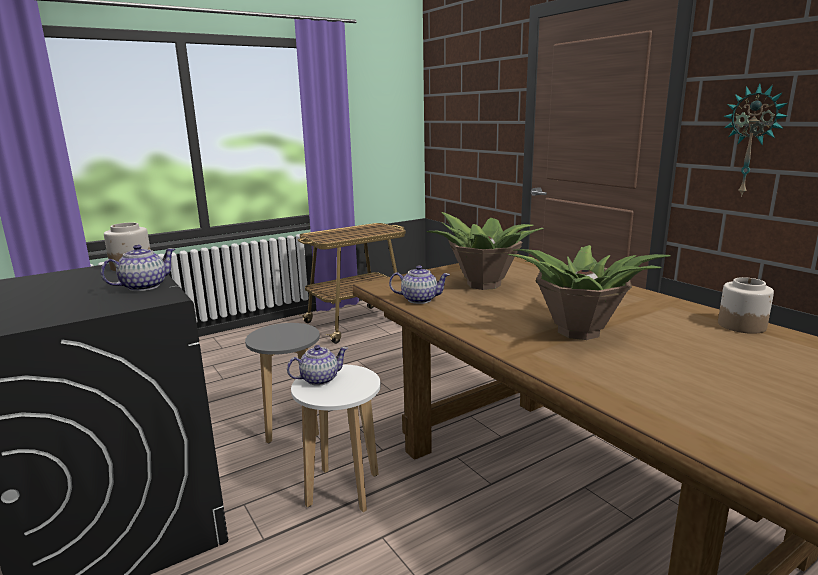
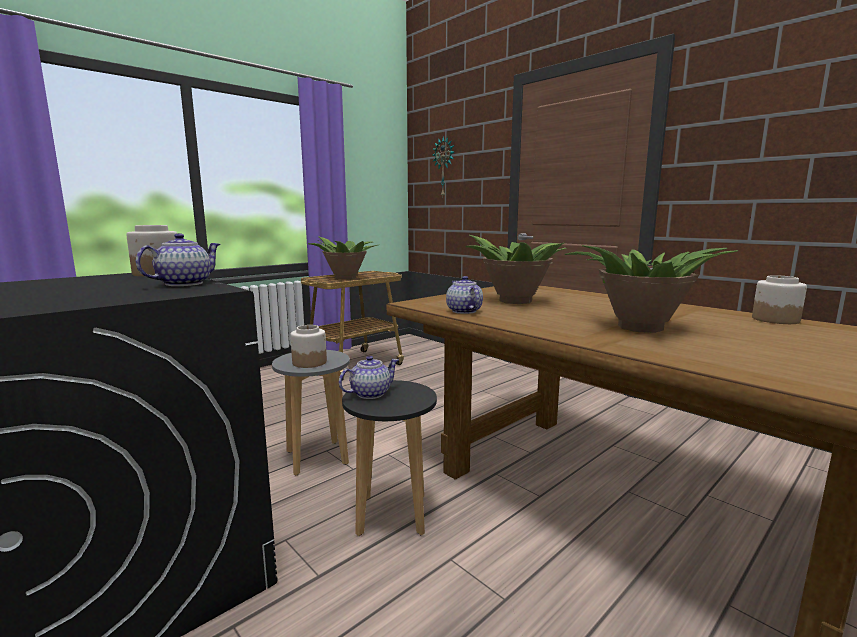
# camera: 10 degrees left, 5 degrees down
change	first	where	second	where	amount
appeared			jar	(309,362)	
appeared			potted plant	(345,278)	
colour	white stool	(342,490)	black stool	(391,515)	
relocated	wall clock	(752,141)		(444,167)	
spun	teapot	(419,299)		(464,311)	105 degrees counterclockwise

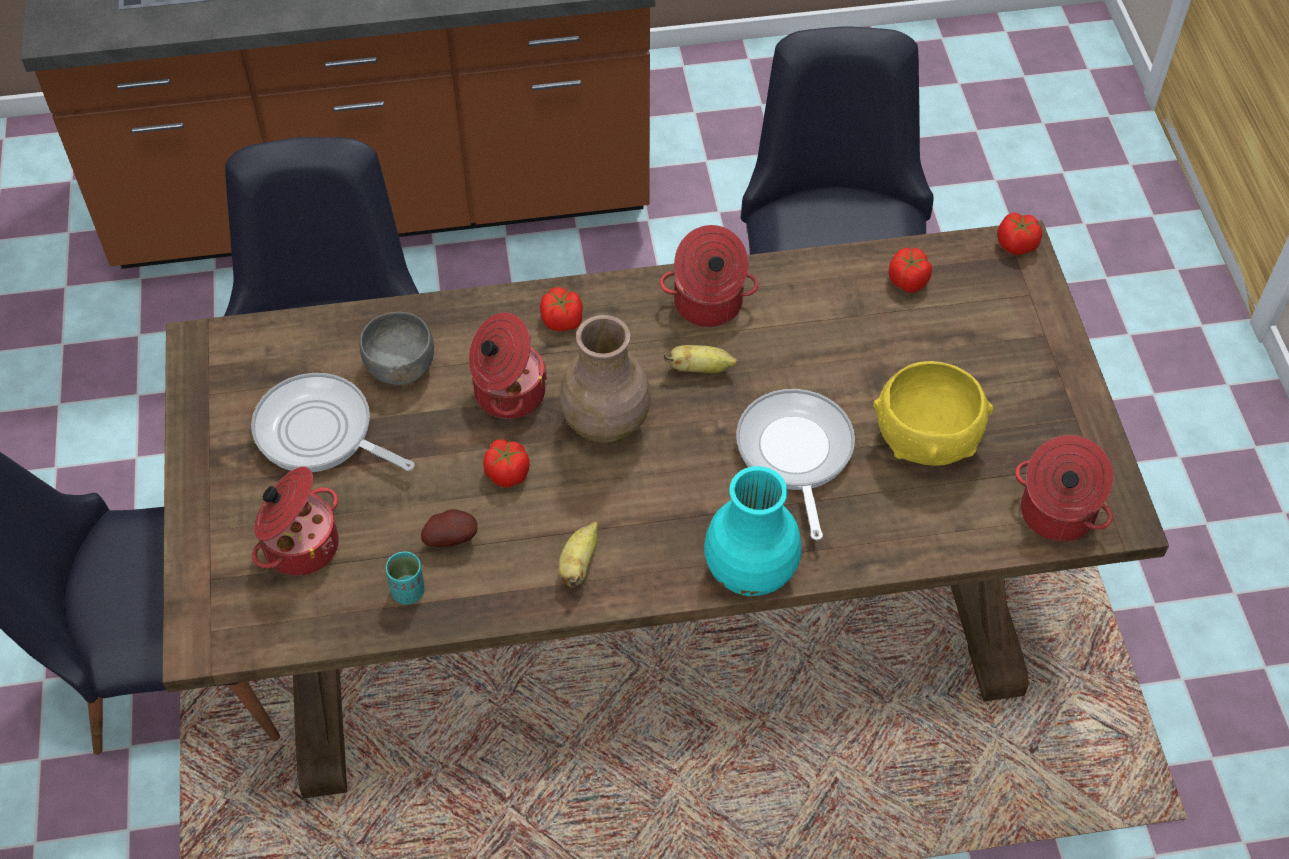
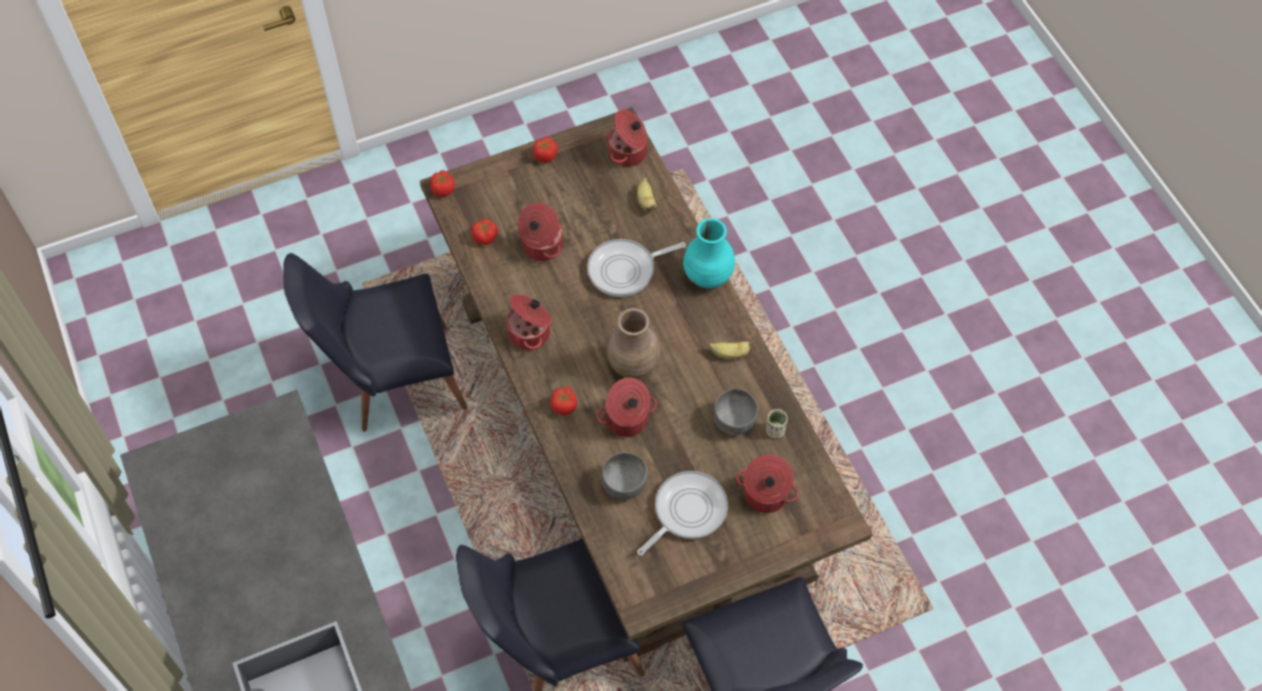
# camera: 105 degrees left, 5 degrees up
change	first	where	second	where	amount
appeared			cooking pot	(541,246)	
relocated	tomato	(507,473)		(545,156)	
relocated	banana	(700,369)		(646,201)	
spun	frying pan	(320,433)		(686,511)	150 degrees counterclockwise
exchanged	potato	(451,537)	grey bowl	(734,420)	
colour	turquoise cup	(408,591)	beige cup	(775,430)	
missing	yellow bowl	(926,439)			

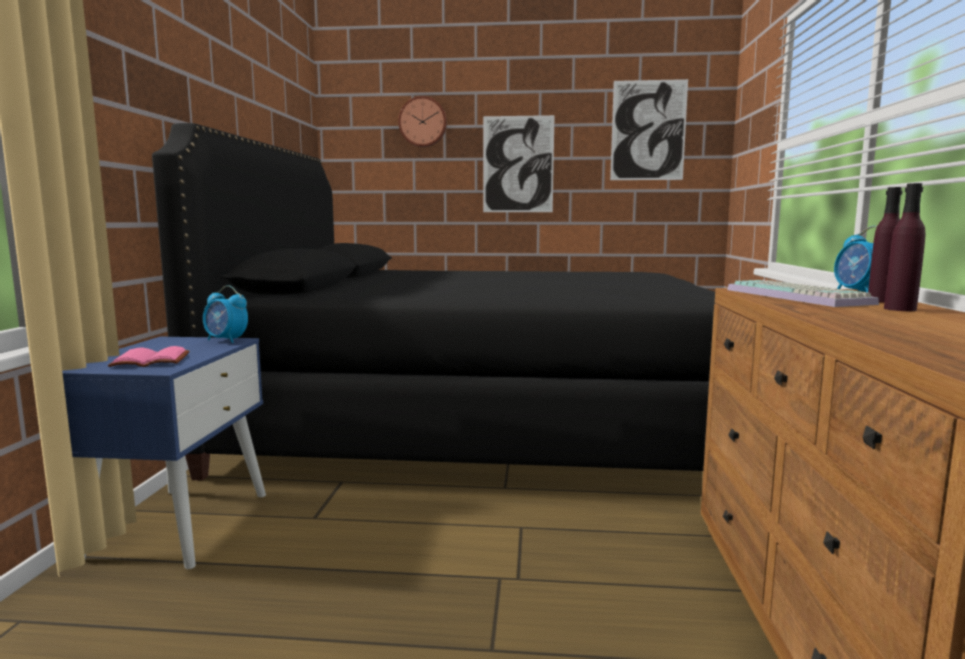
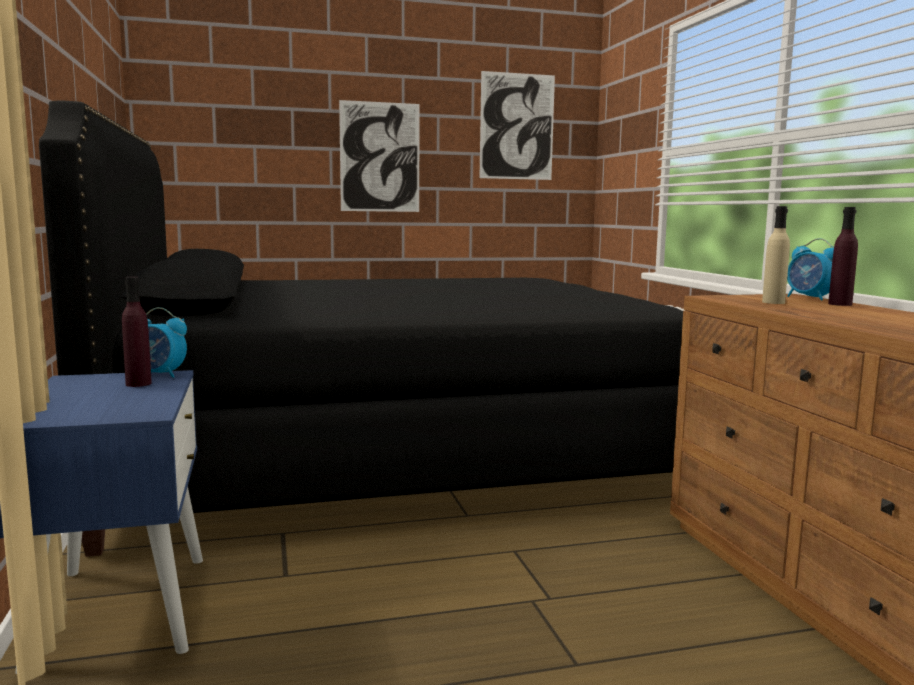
# camera: 20 degrees left, 0 degrees up
change	first	where	second	where	amount
relocated	purple bottle	(900,309)		(138,384)	
exchanged	keyboard	(799,296)	beige bottle	(773,302)	
missing	pink book	(149,361)			
missing	wall clock	(423,122)			

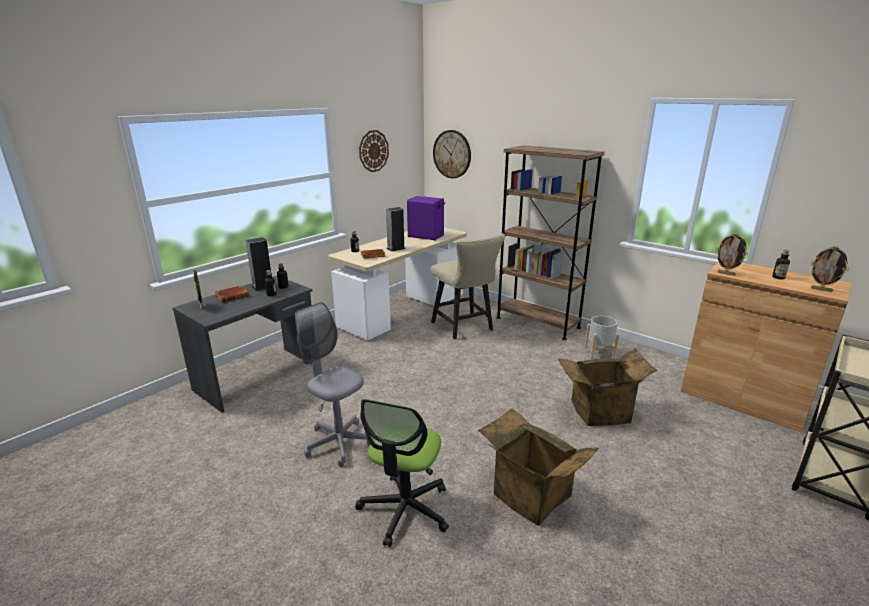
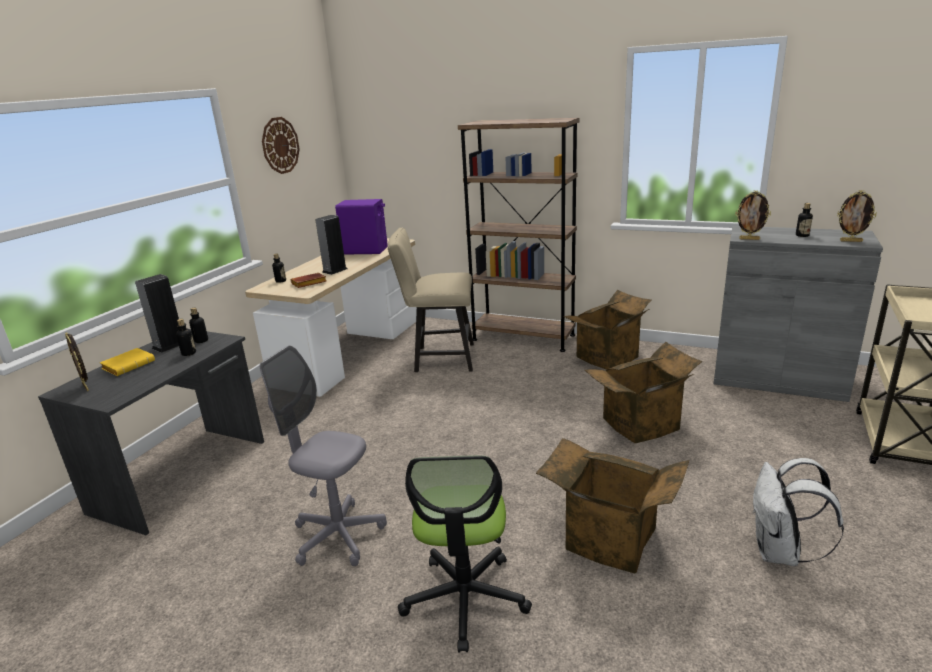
# camera: 15 degrees left, 0 degrees up
change	first	where	second	where	amount
colour	brown book	(232,296)	yellow book	(129,365)	
spun	beige chair	(465,327)		(439,358)	135 degrees clockwise
exchanged	grey planter	(599,352)	cardboard box	(608,358)	
colour	brown cabinet	(742,399)	grey cabinet	(778,379)	
appeared			white backpack	(780,553)	
missing	wall clock	(452,154)			

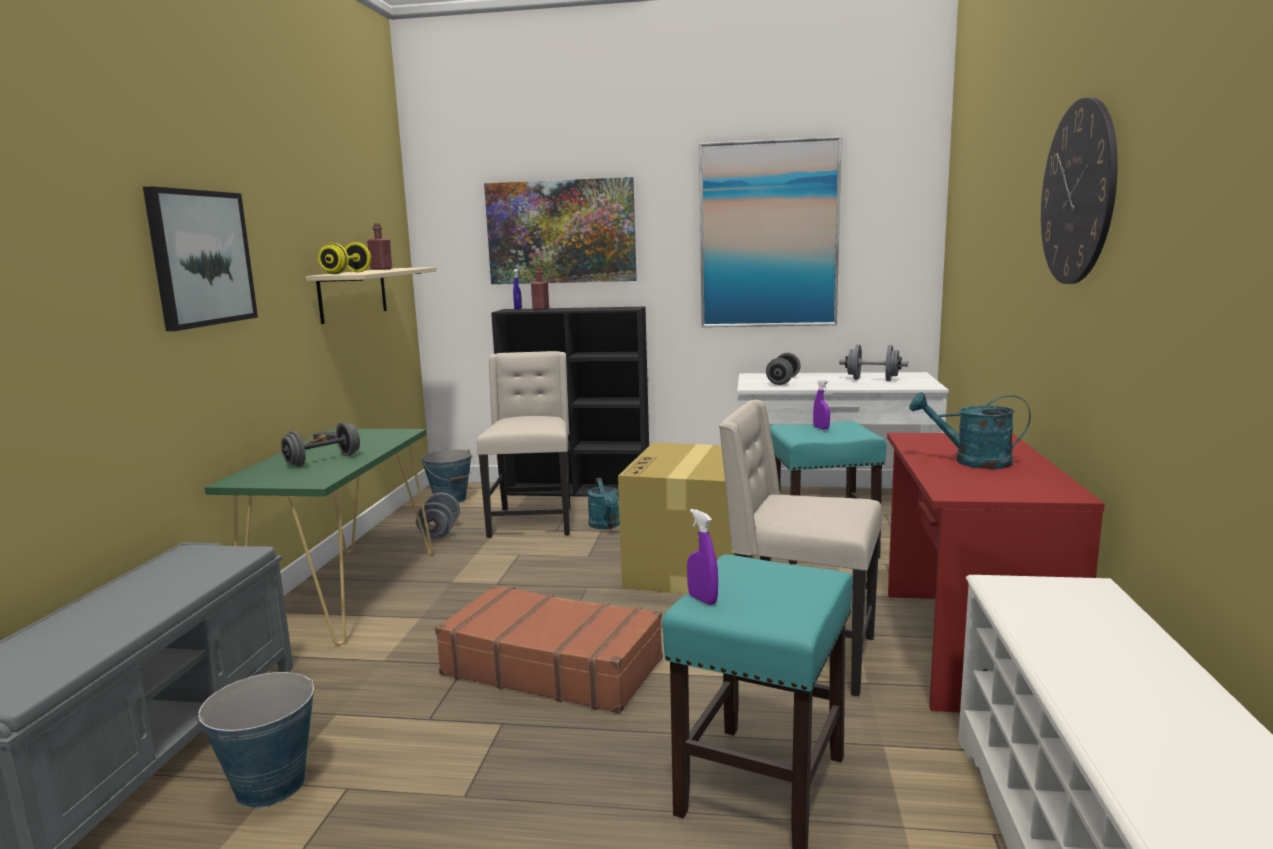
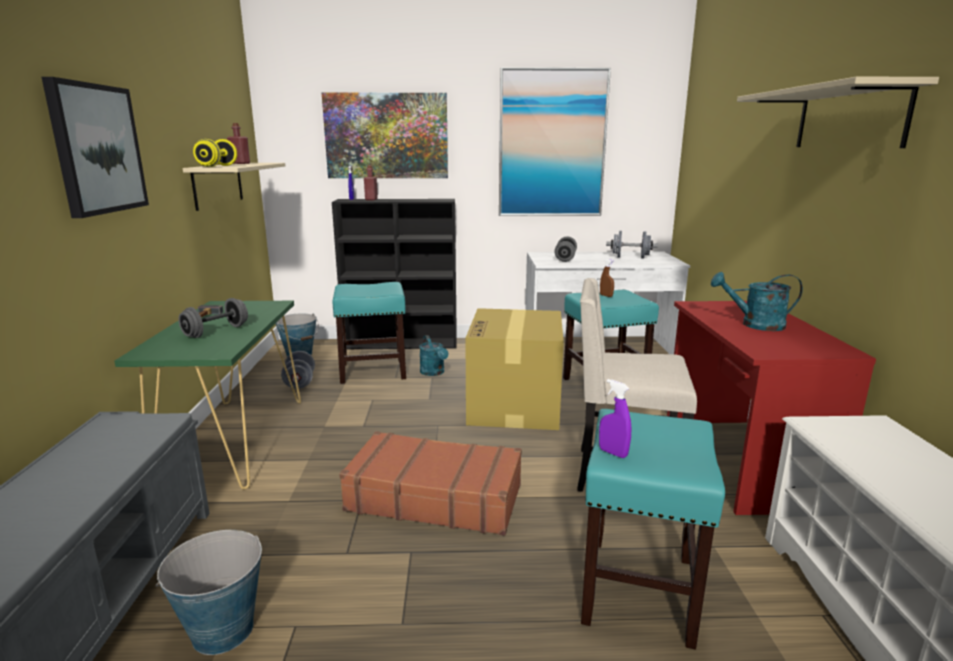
# camera: 10 degrees left, 5 degrees up
change	first	where	second	where	amount
exchanged	beige chair	(532,521)	turquoise stool	(374,371)	
colour	purple spray bottle	(821,428)	brown spray bottle	(606,296)	
exchanged	wall clock	(1078,193)	beige shelf	(849,118)	

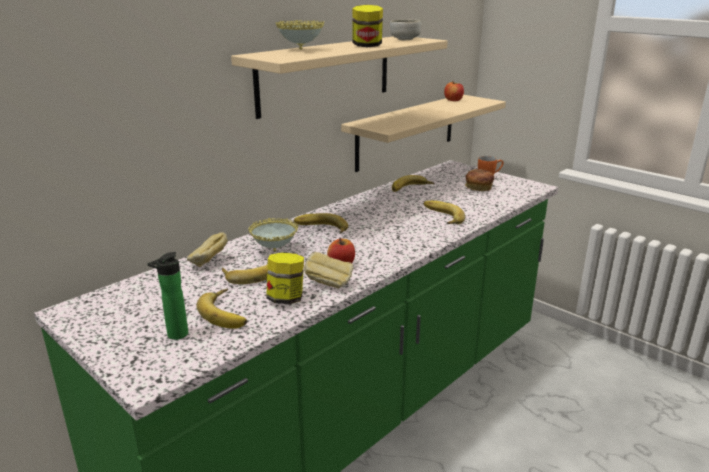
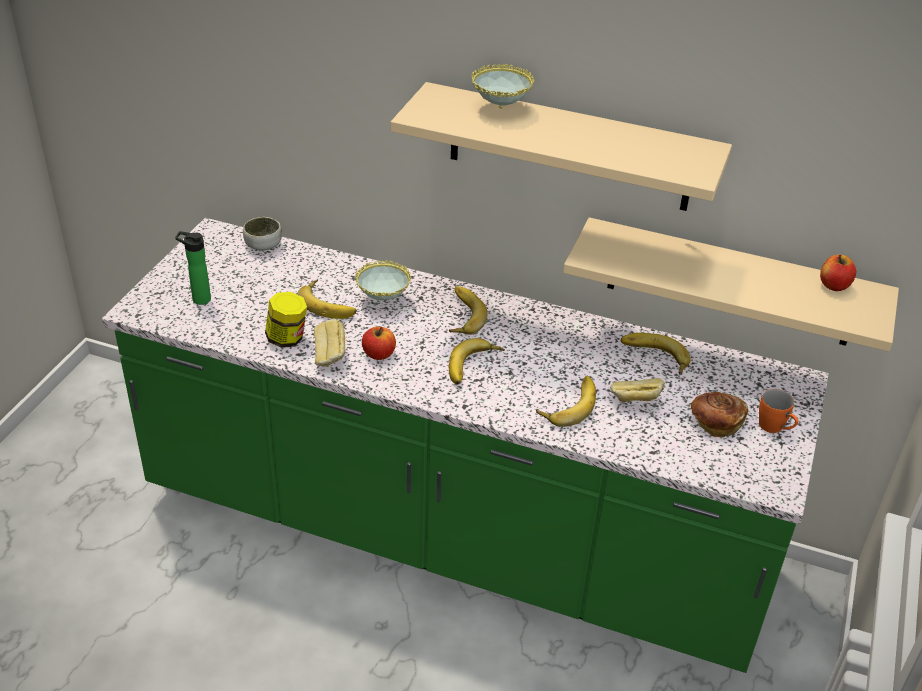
# camera: 65 degrees right, 15 degrees up
change	first	where	second	where	amount
relocated	bowl	(405,39)		(263,245)	
relocated	banana	(227,312)		(474,367)	
relocated	bread	(209,262)		(635,403)	
missing	jar	(367,46)			

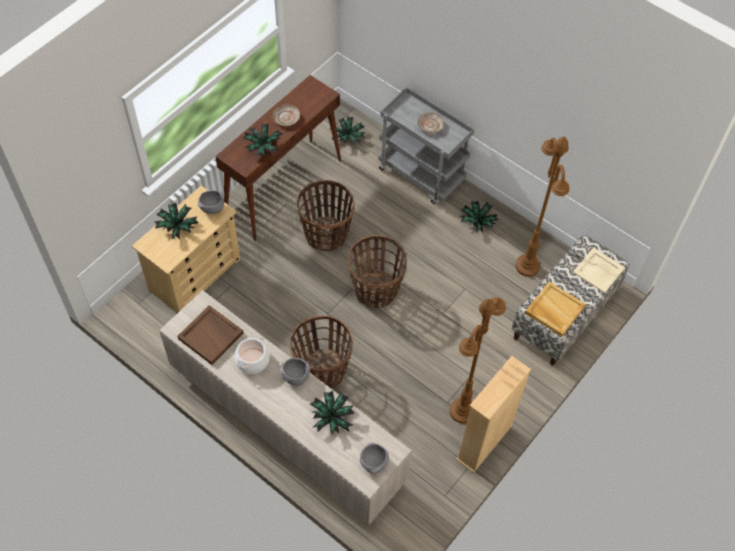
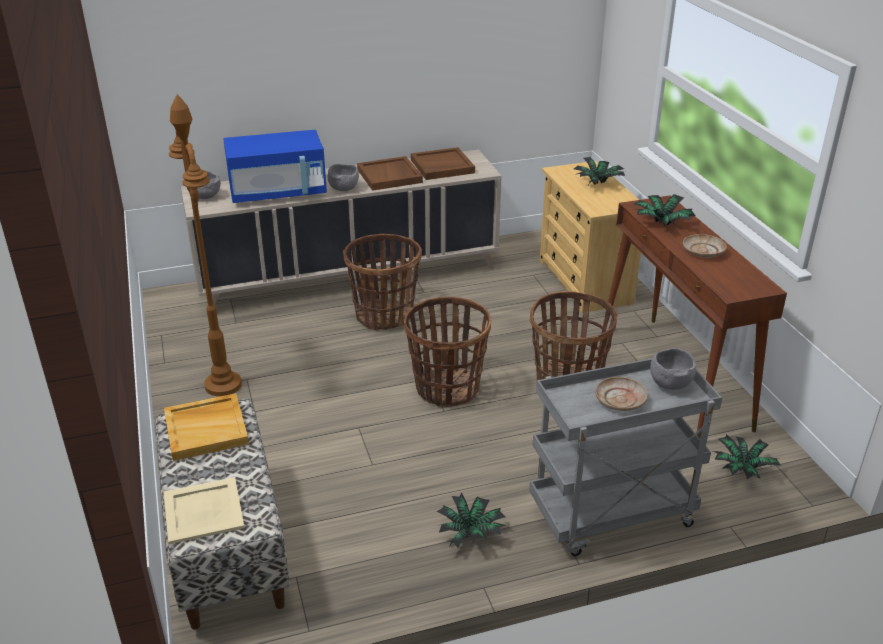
# camera: 125 degrees right, 25 degrees down
change	first	where	second	where	amount
exchanged	potted plant	(332,417)	blue microwave	(278,192)	
exchanged	cooking pot	(252,360)	brown tray	(390,176)	
relocated	grey bowl	(212,209)		(669,383)	
missing	beige bookcase	(484,443)			
missing	brown floor lamp	(527,266)			

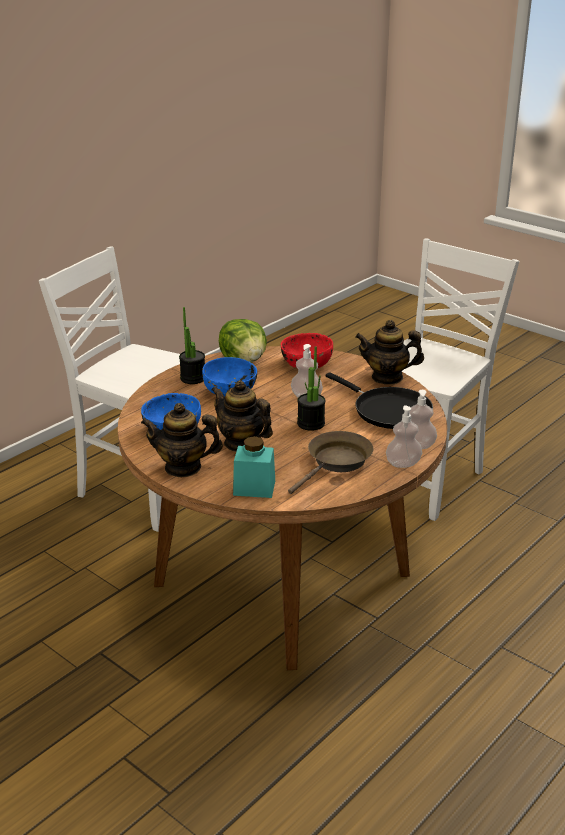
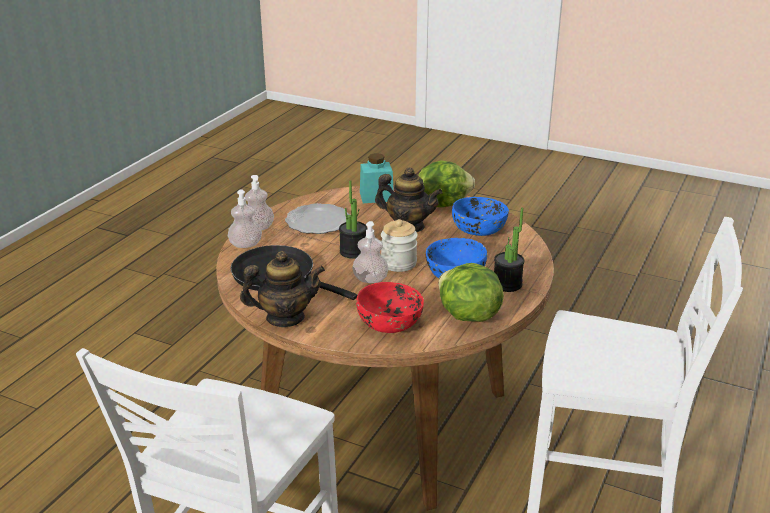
# camera: 165 degrees right, 0 degrees up
change	first	where	second	where	amount
exchanged	brown frying pan	(336,462)	plate	(317,222)	
appeared			jar	(398,263)	
exchanged	teapot	(183,467)	lettuce	(443,203)	

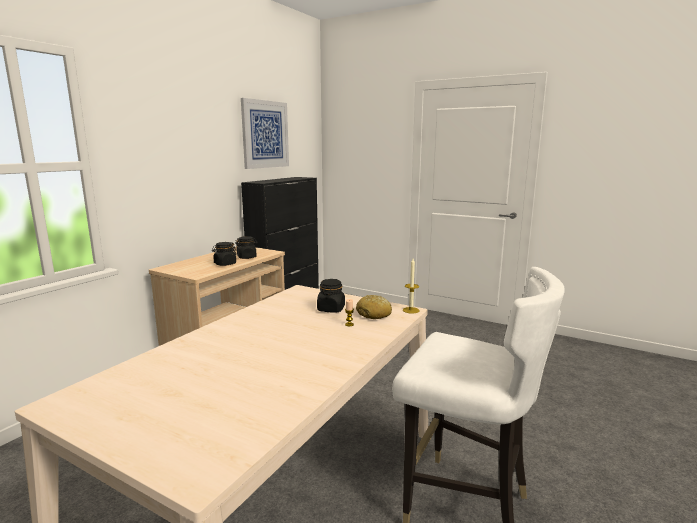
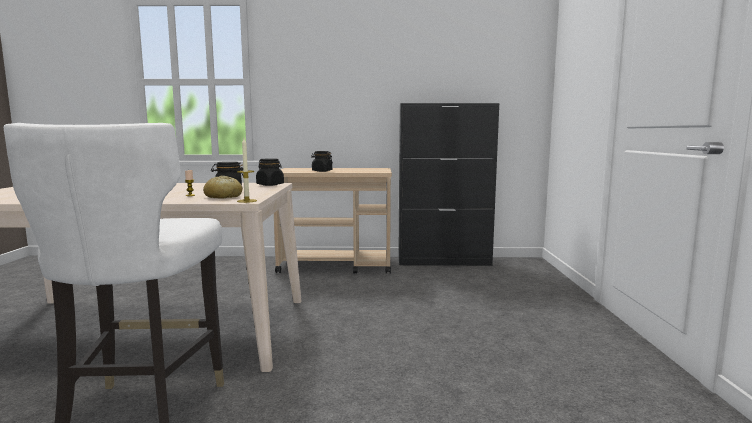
# camera: 60 degrees right, 5 degrees down
change	first	where	second	where	amount
relocated	black jar	(247,257)		(270,185)	
missing	picture	(265,134)			

